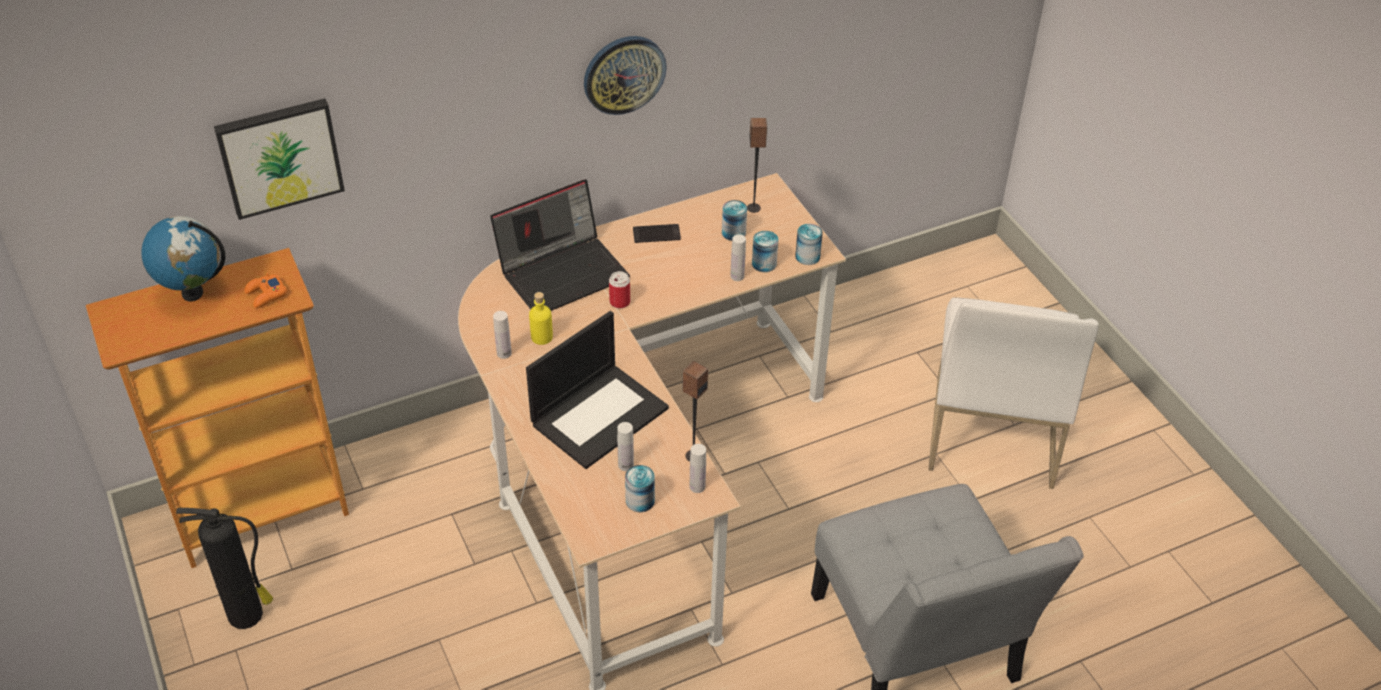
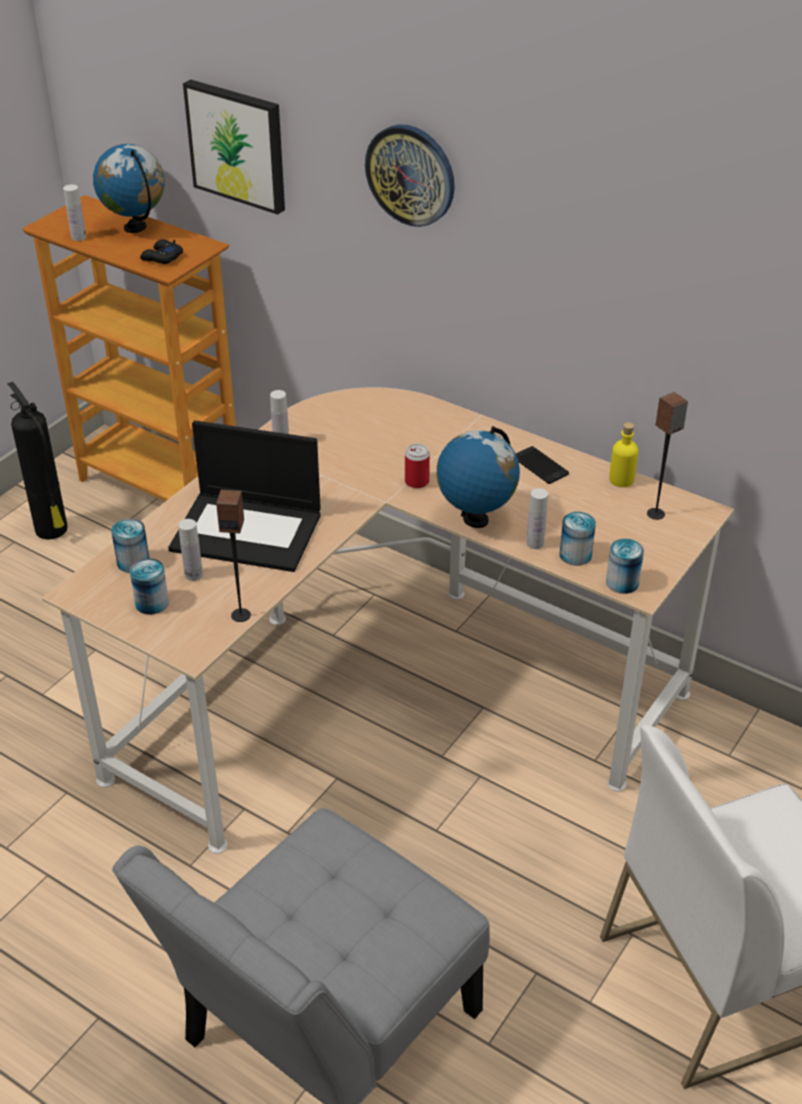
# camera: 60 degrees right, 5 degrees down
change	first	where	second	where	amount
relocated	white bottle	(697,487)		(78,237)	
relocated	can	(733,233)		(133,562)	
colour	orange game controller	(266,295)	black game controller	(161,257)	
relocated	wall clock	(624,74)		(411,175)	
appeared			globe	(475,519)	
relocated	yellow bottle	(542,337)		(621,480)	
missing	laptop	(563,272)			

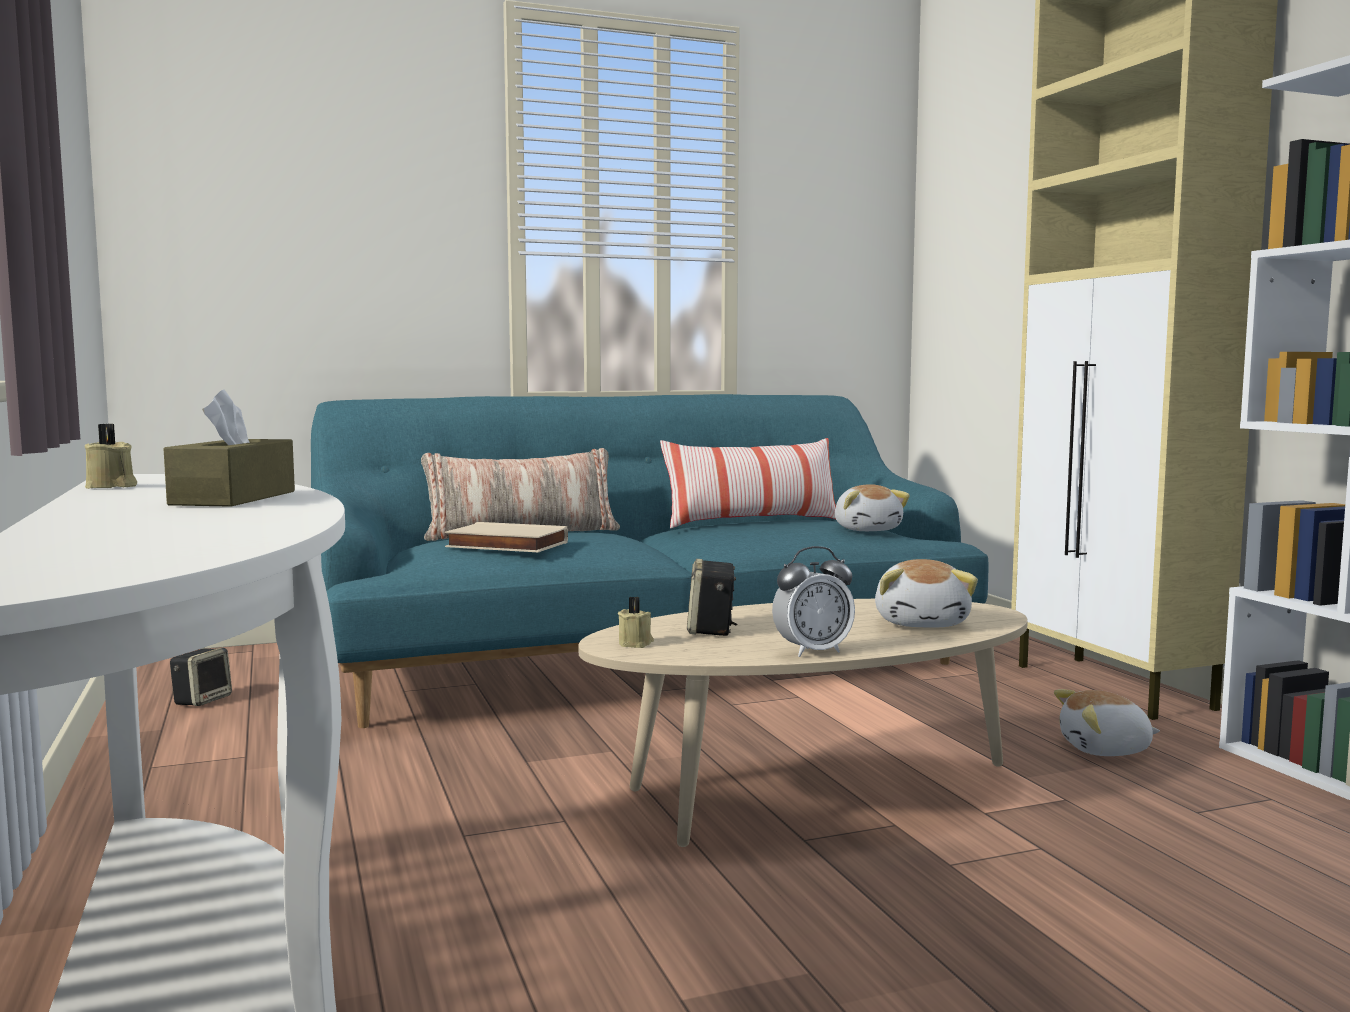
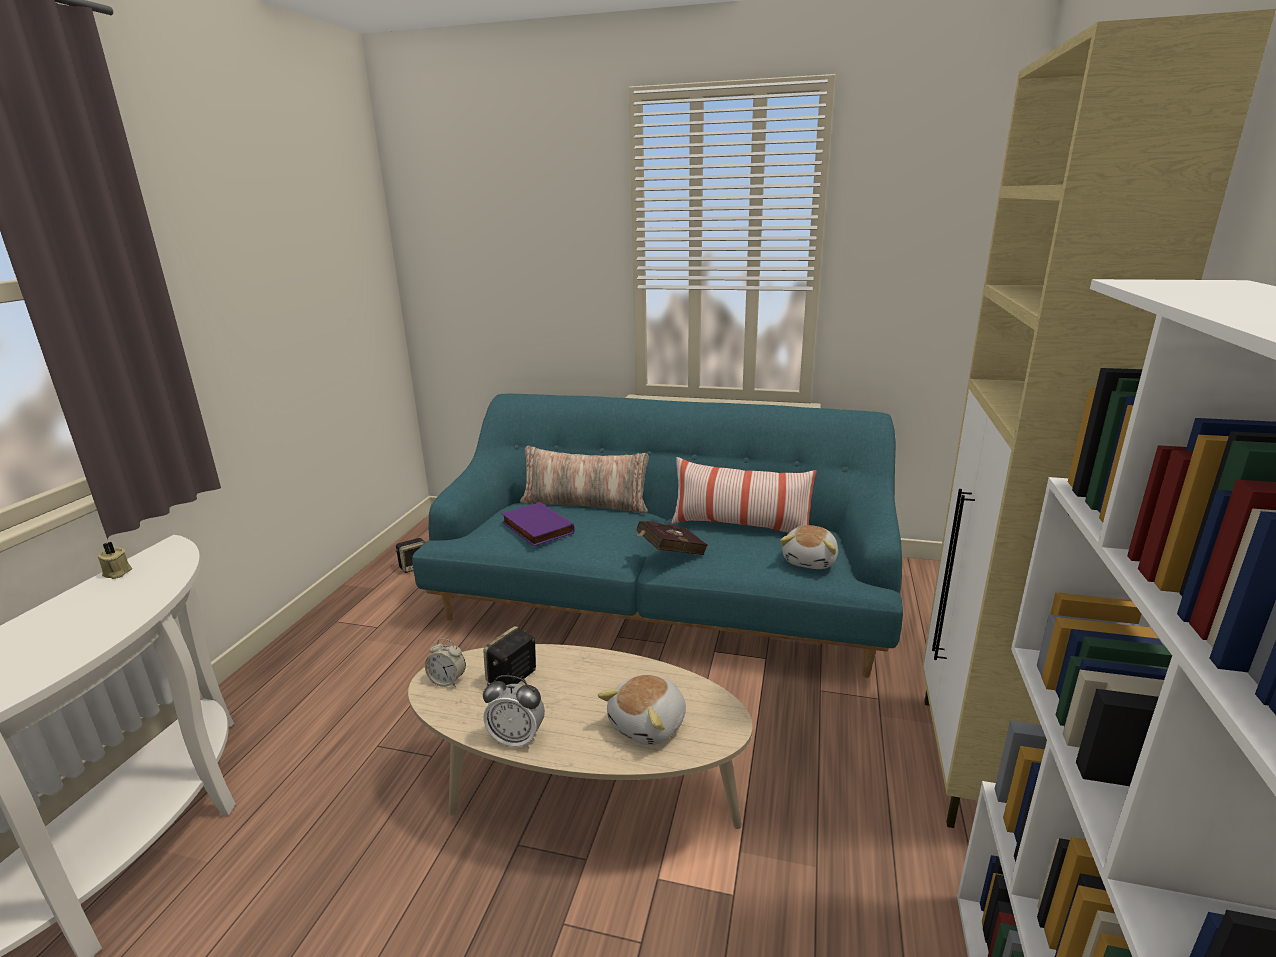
# camera: 35 degrees right, 15 degrees up
change	first	where	second	where	amount
exchanged	beige candle	(636,643)	alarm clock	(447,681)	
colour	beige book	(505,545)	purple book	(535,528)	
appeared			red book	(668,553)	
missing	brown tissue box	(234,498)			
missing	plush toy	(1105,750)			

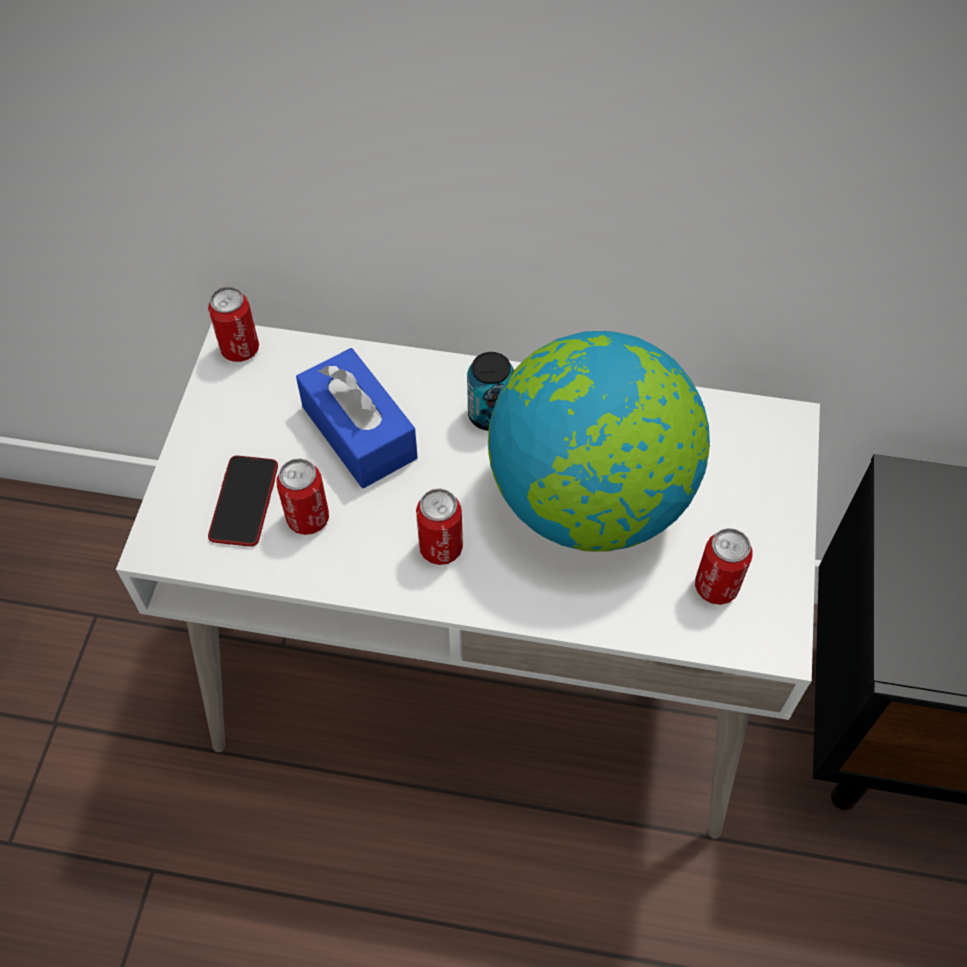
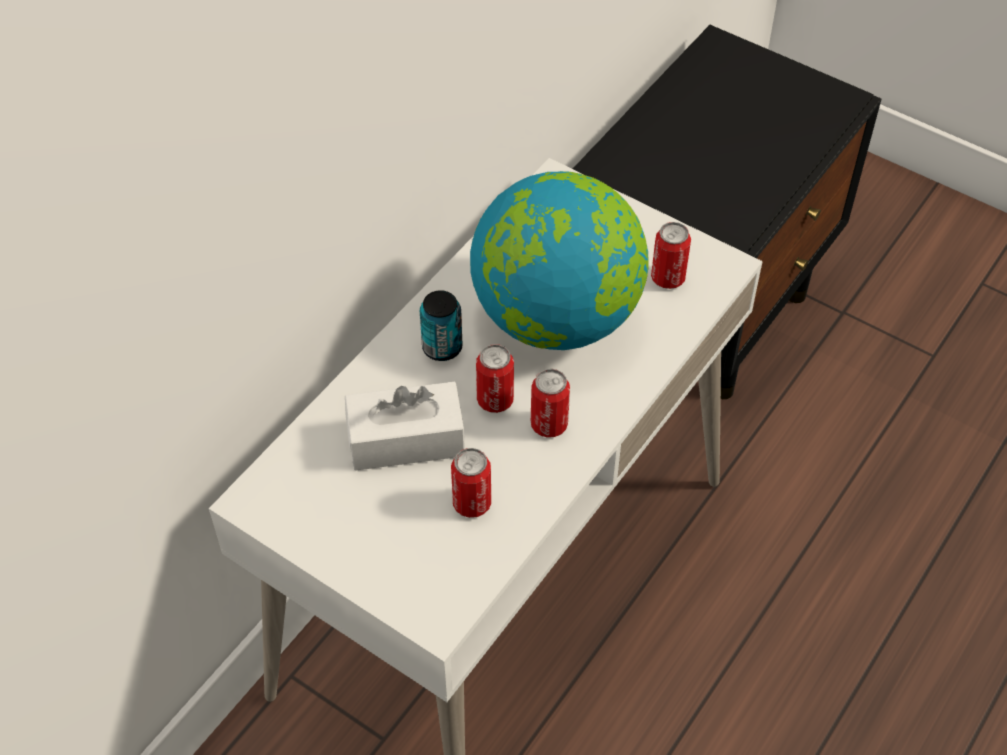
# camera: 65 degrees left, 5 degrees down
change	first	where	second	where	amount
colour	blue tissue box	(359,432)	white tissue box	(406,440)	
relocated	can	(240,349)		(495,400)	
missing	phone	(244,501)			

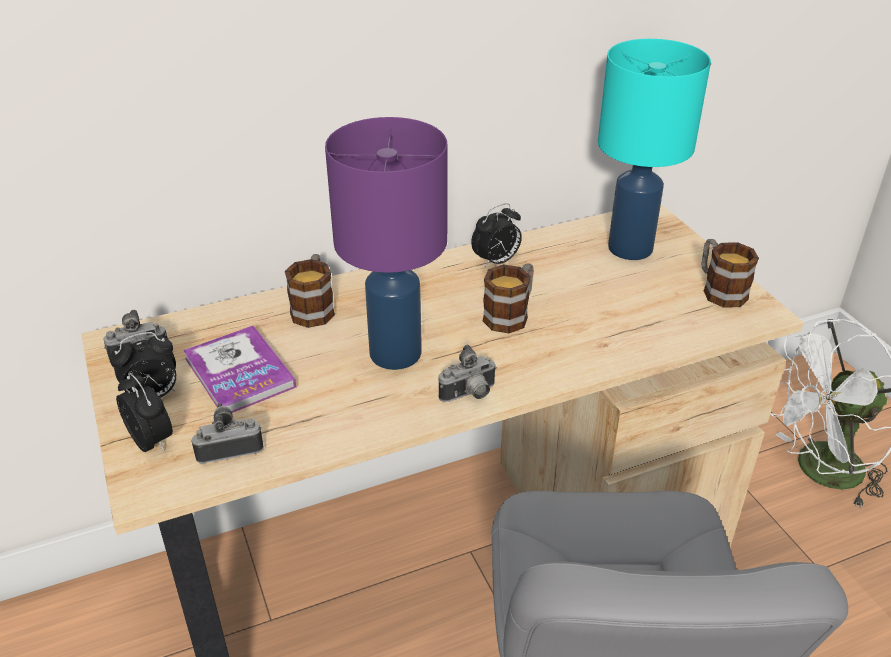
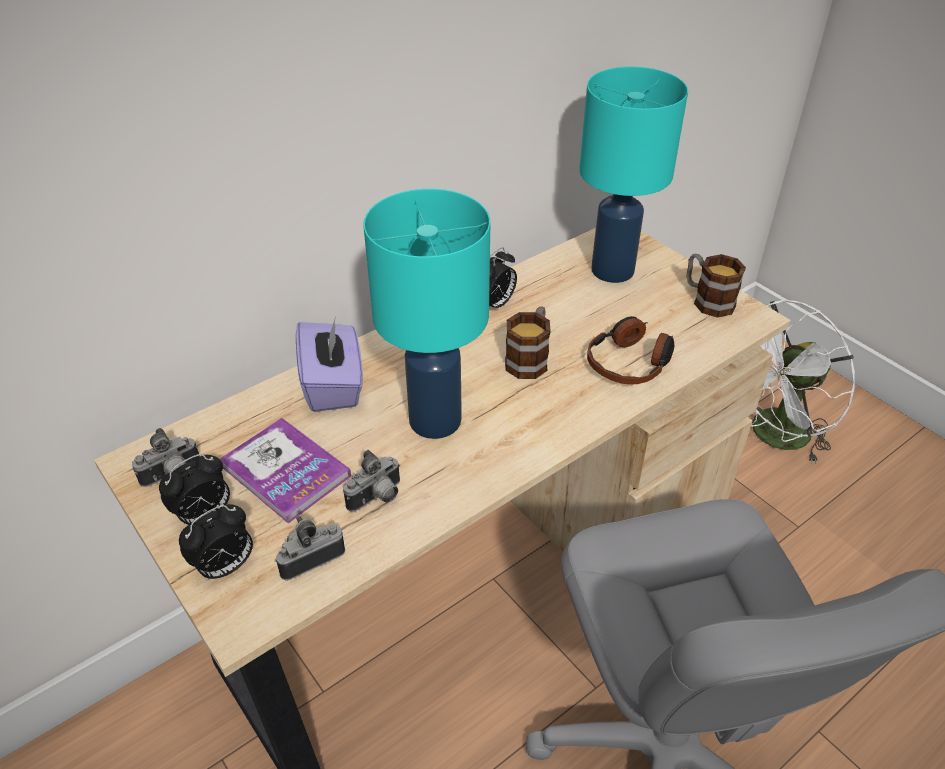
# camera: 15 degrees left, 5 degrees up
change	first	where	second	where	amount
spun	alarm clock	(152,442)		(225,567)	105 degrees clockwise
exchanged	mug	(314,307)	purple tissue box	(333,385)	
relocated	photo camera	(469,395)		(377,498)	
colour	purple table lamp	(396,352)	turquoise table lamp	(436,419)	
appeared			headphones	(630,362)	

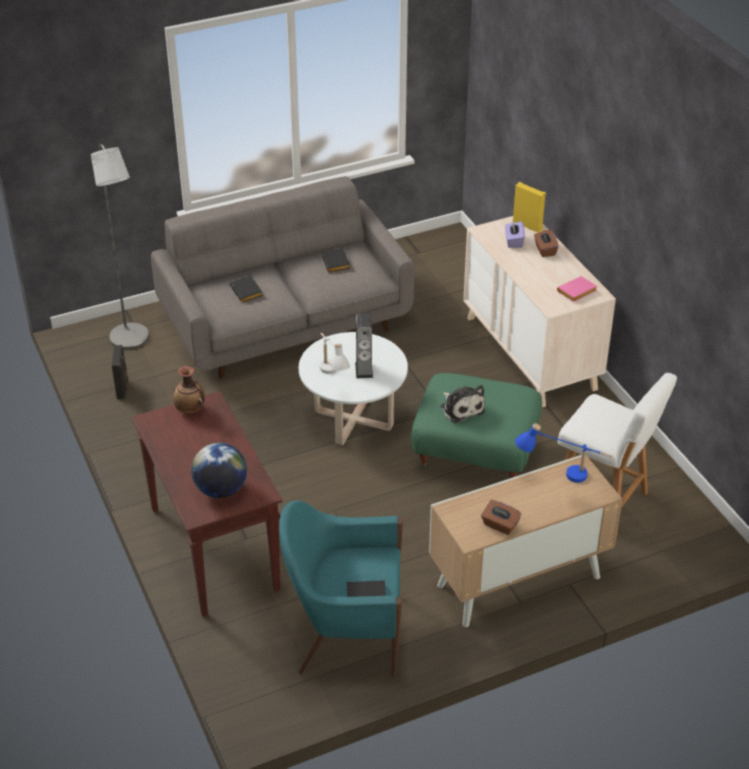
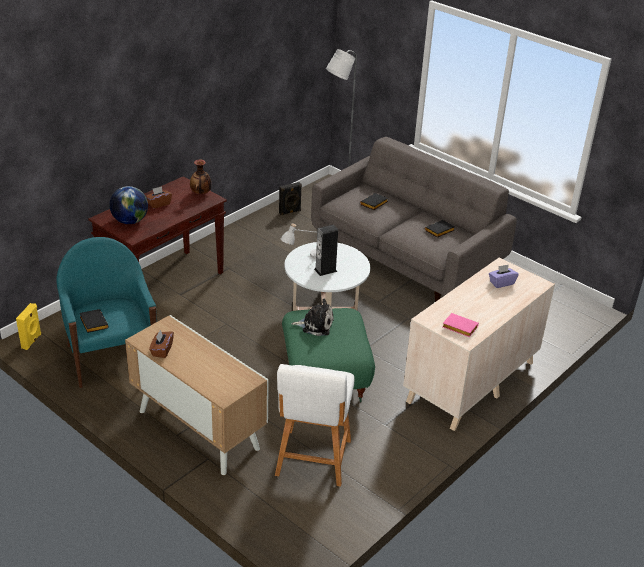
# camera: 65 degrees right, 5 degrees down
change	first	where	second	where	amount
relocated	yellow speaker	(528,225)		(32,341)	
relocated	brown tissue box	(545,250)		(159,204)	
spun	plush toy	(461,408)		(315,325)	120 degrees counterclockwise
missing	blue table lamp	(560,476)			

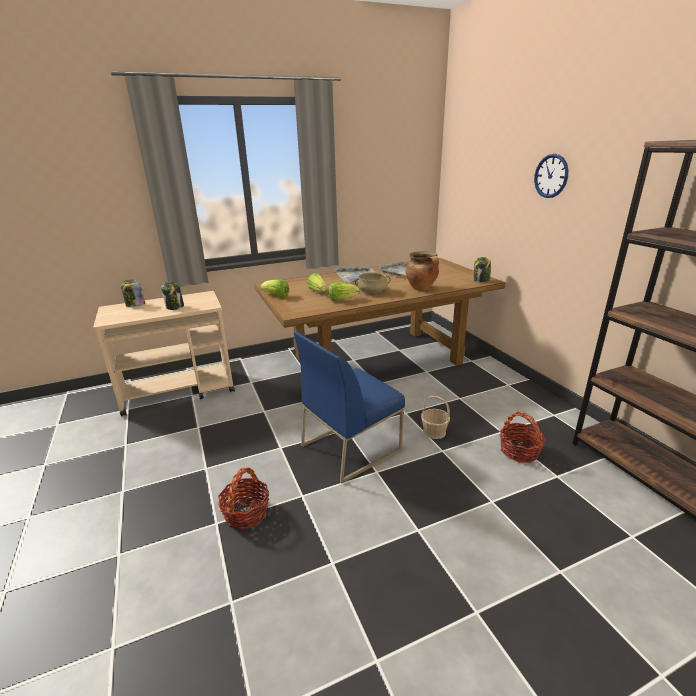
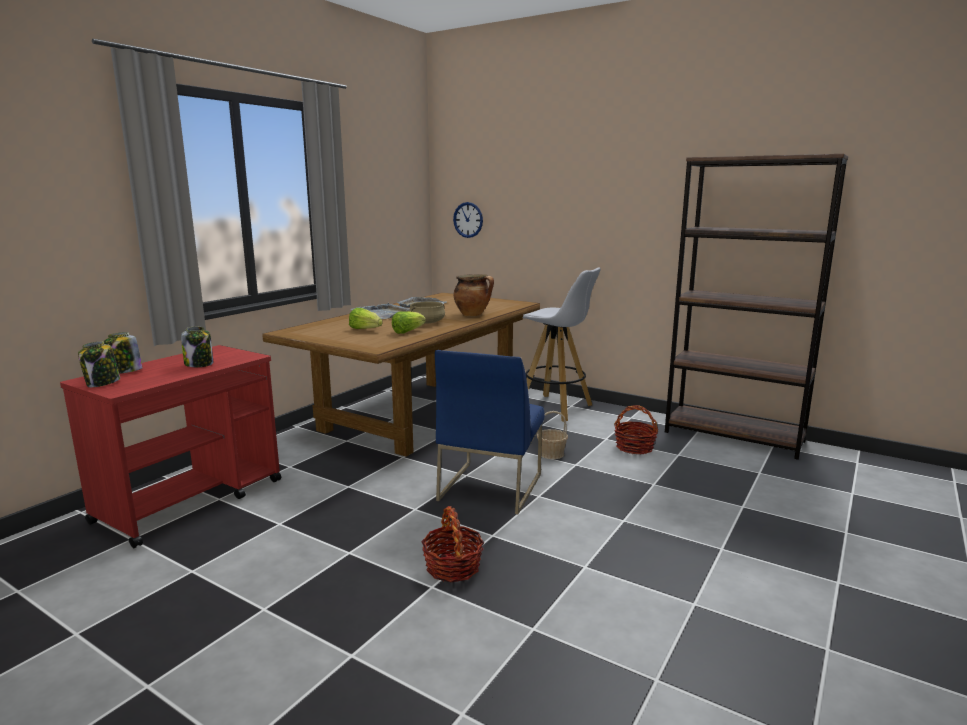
# camera: 35 degrees left, 10 degrees down
change	first	where	second	where	amount
colour	beige cart	(179,391)	red cart	(192,500)	
relocated	jar	(481,280)		(102,383)	
relocated	wall clock	(551,176)		(468,220)	
appeared			white stool	(556,408)	
missing	lettuce	(276,296)			

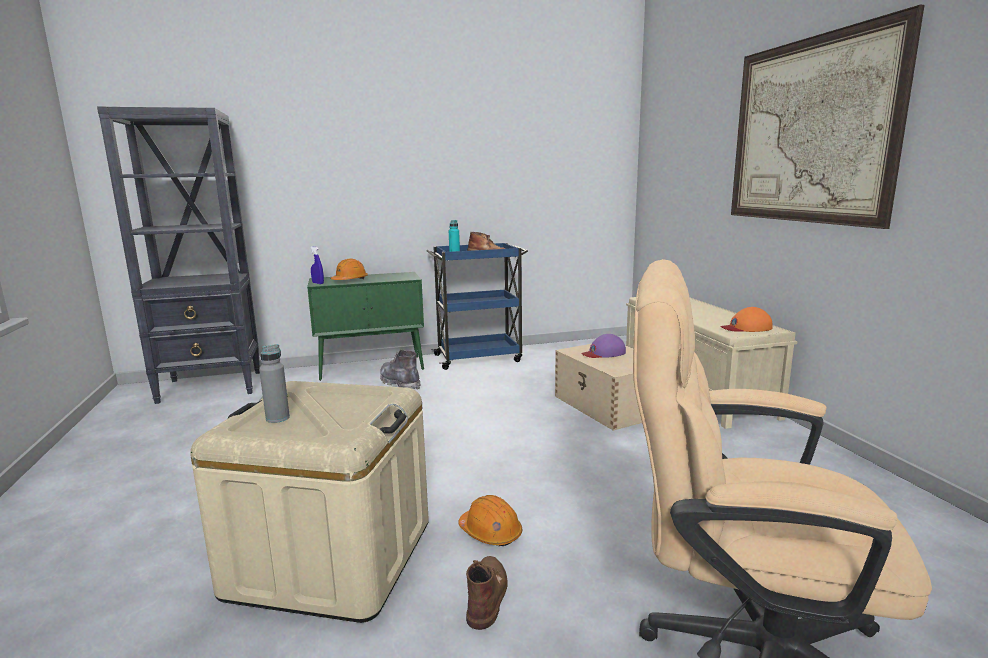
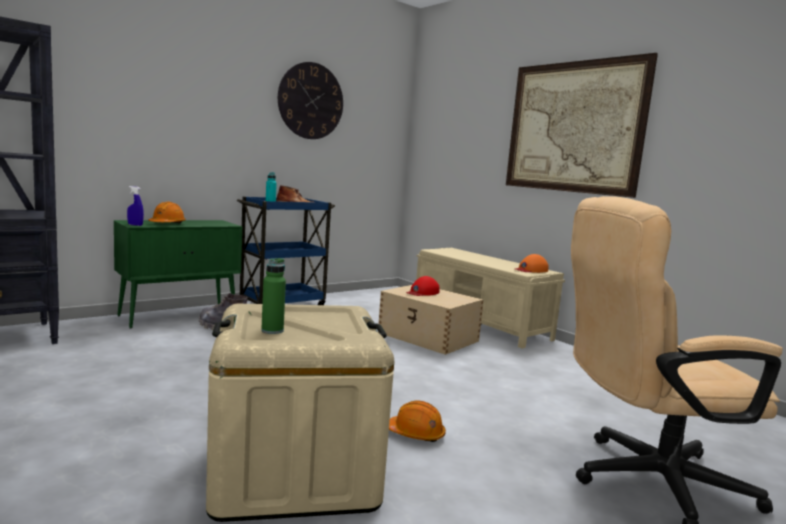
# camera: 25 degrees left, 5 degrees down
change	first	where	second	where	amount
colour	grey bottle	(277,418)	green bottle	(272,330)	
appeared			wall clock	(311,101)	
colour	purple cap	(604,353)	red cap	(422,292)	
missing	brown boot	(487,594)			

